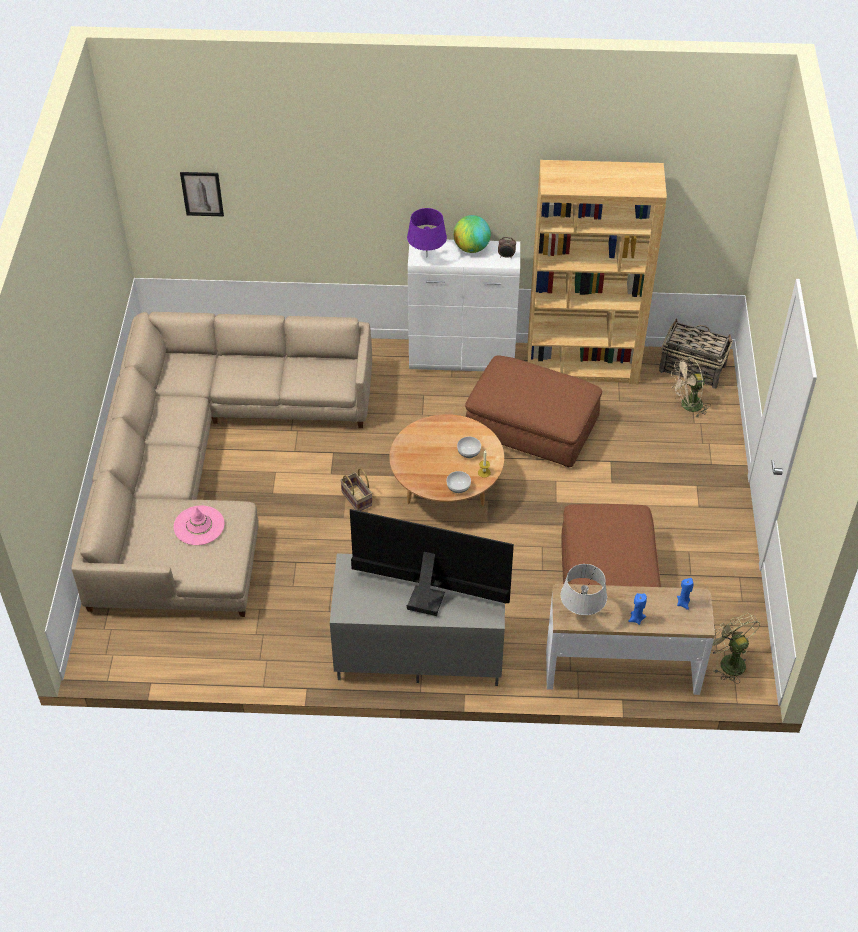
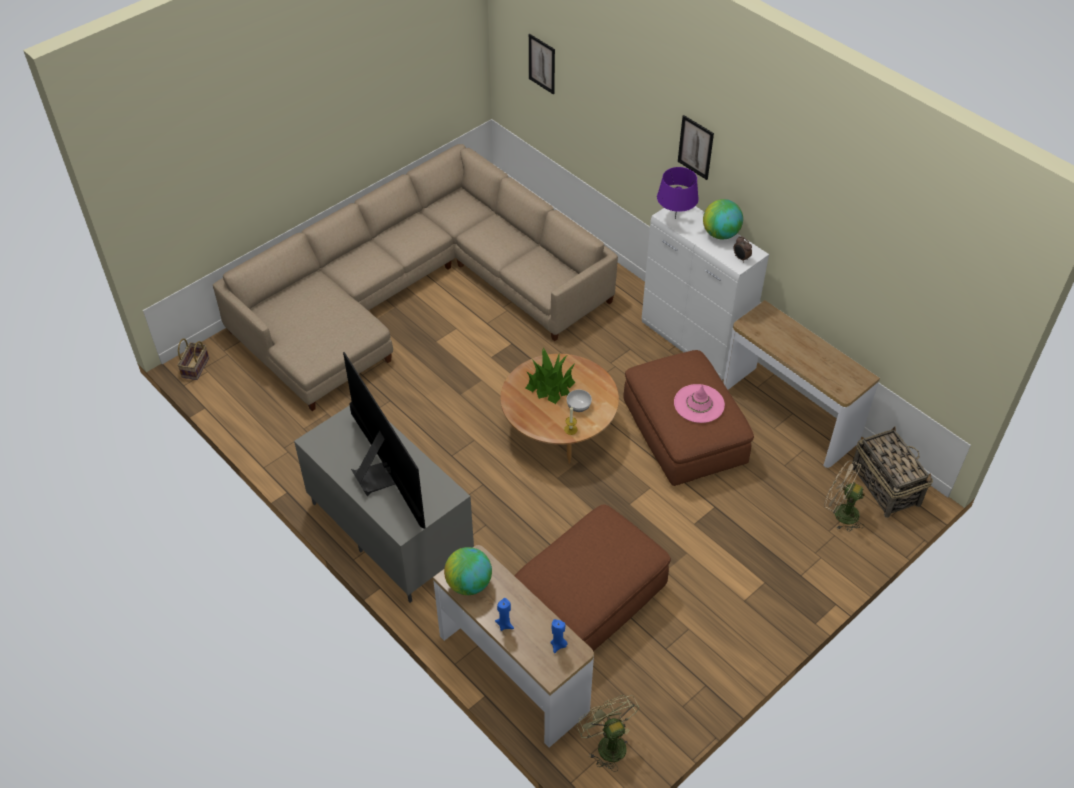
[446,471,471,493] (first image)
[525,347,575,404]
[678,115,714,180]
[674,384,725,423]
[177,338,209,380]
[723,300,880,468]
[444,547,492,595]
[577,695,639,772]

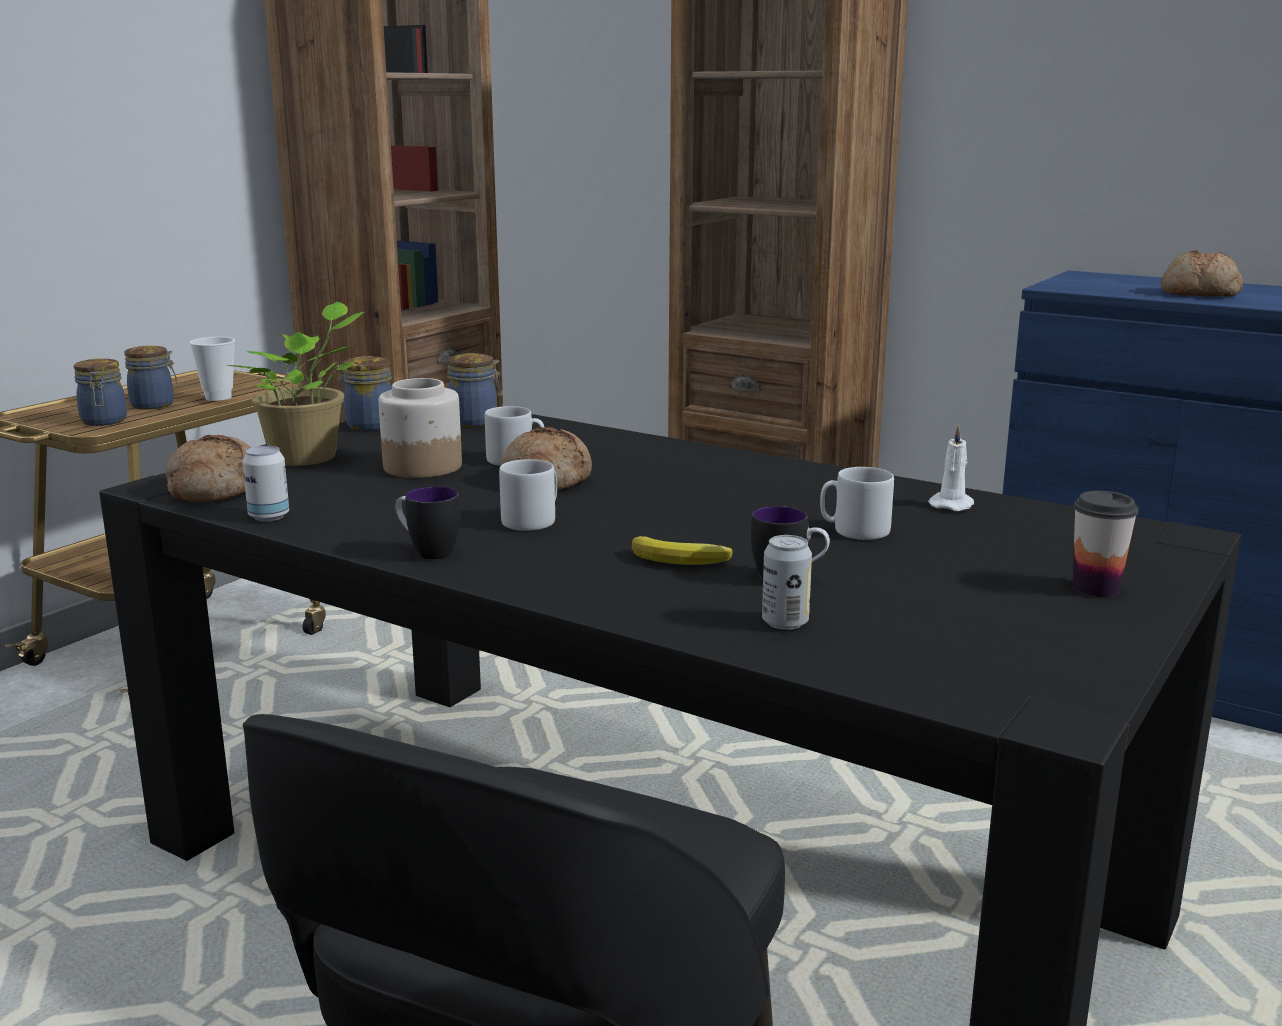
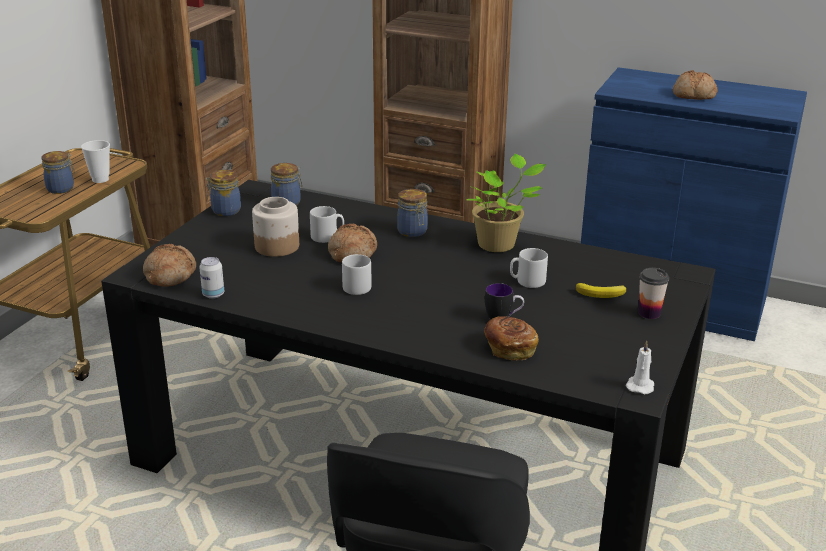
[395,487,460,560] (first image)
[397,189,428,237]
[466,154,546,252]
[576,283,626,298]
[626,341,654,394]
[484,316,539,360]

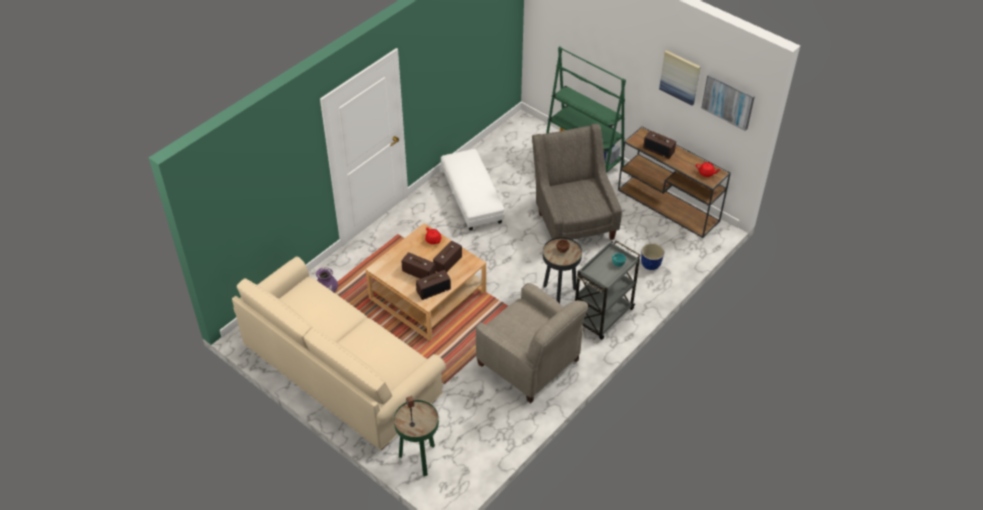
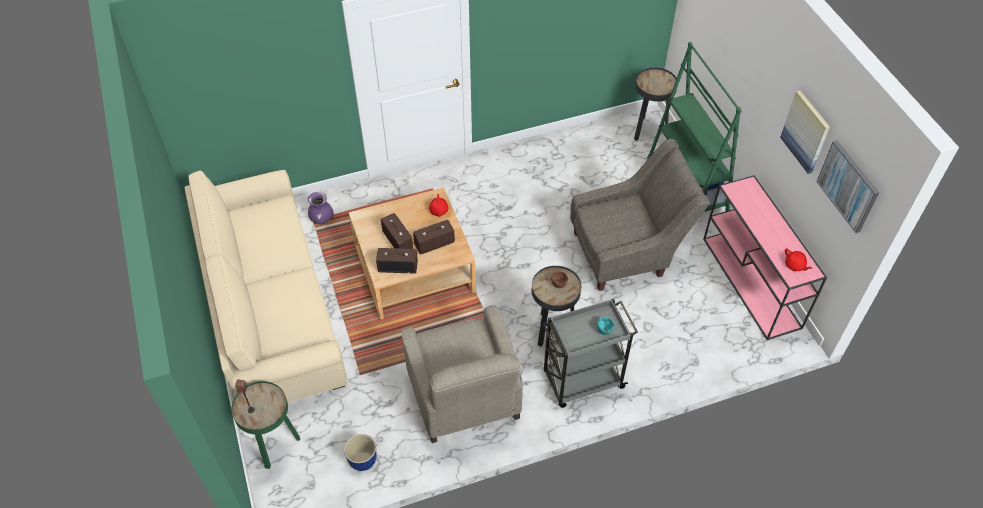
[441,149,505,230] (first image)
[643,131,676,159] (first image)
[634,68,677,141]
[344,434,377,471]
[703,175,827,340]
[570,139,710,291]

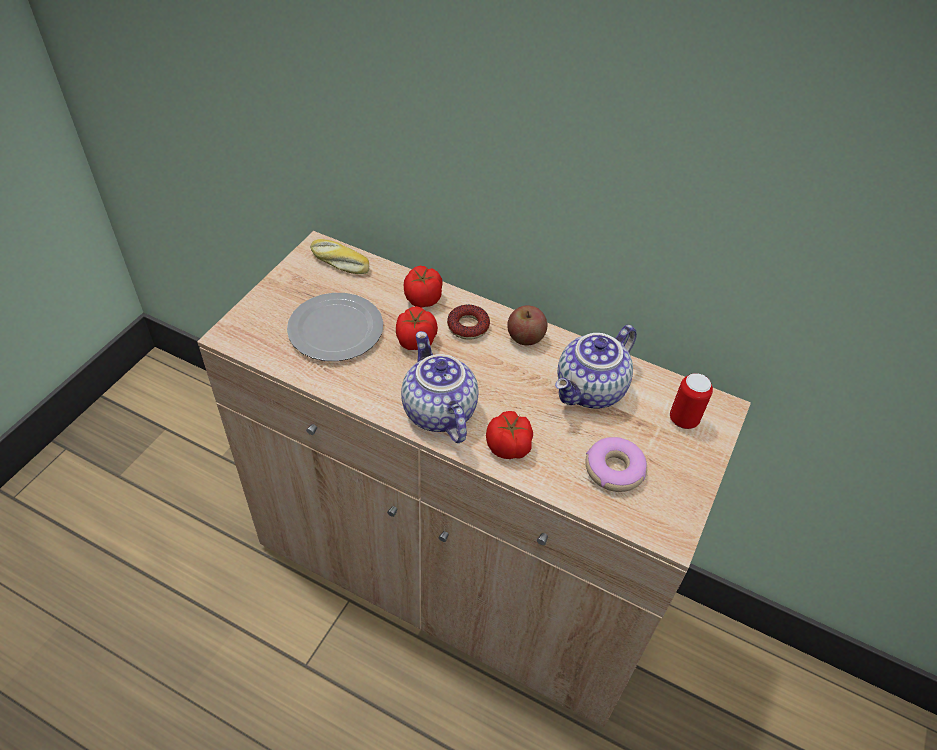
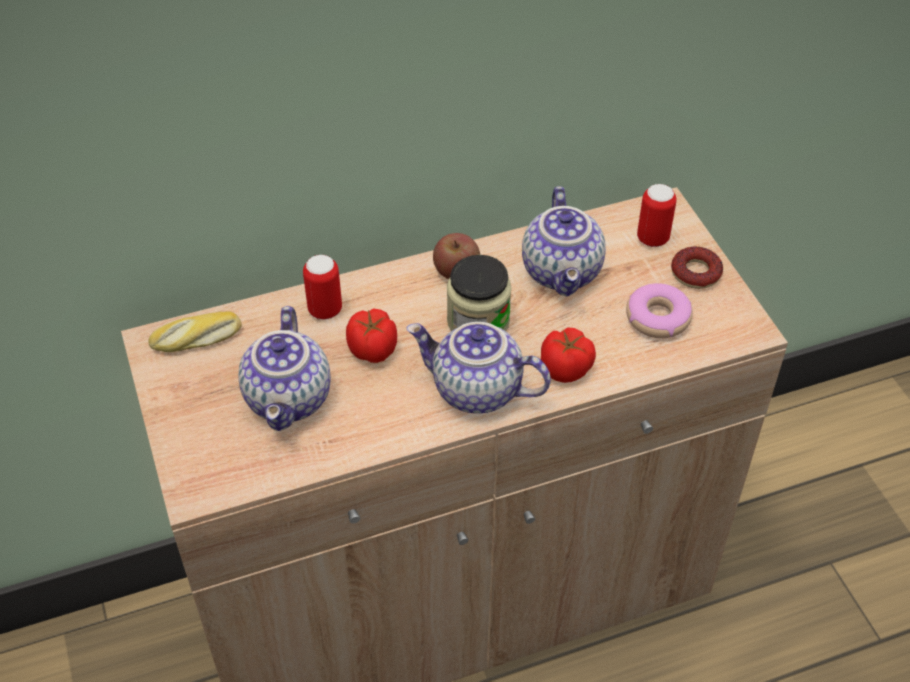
[447,255,512,331]
[671,246,723,289]
[238,306,331,431]
[303,255,342,320]

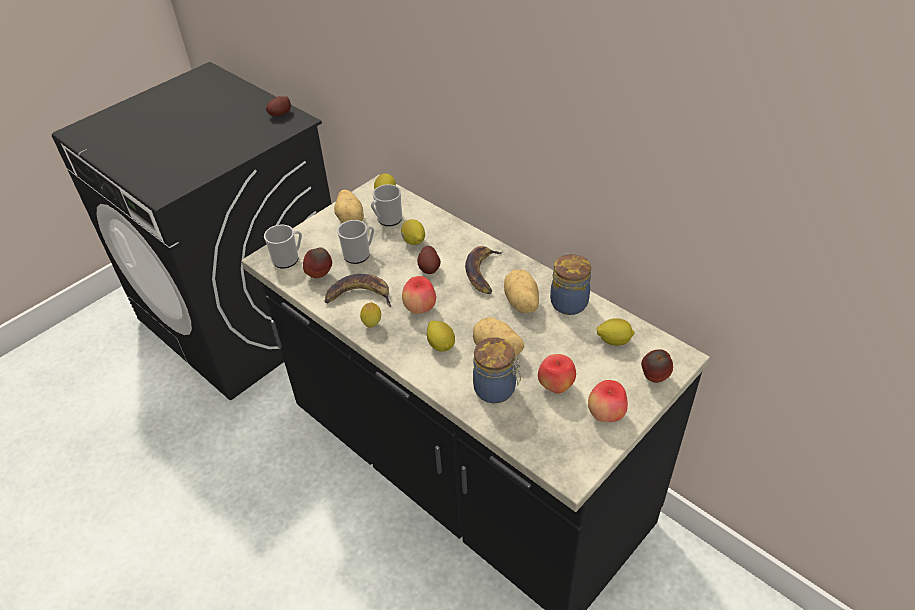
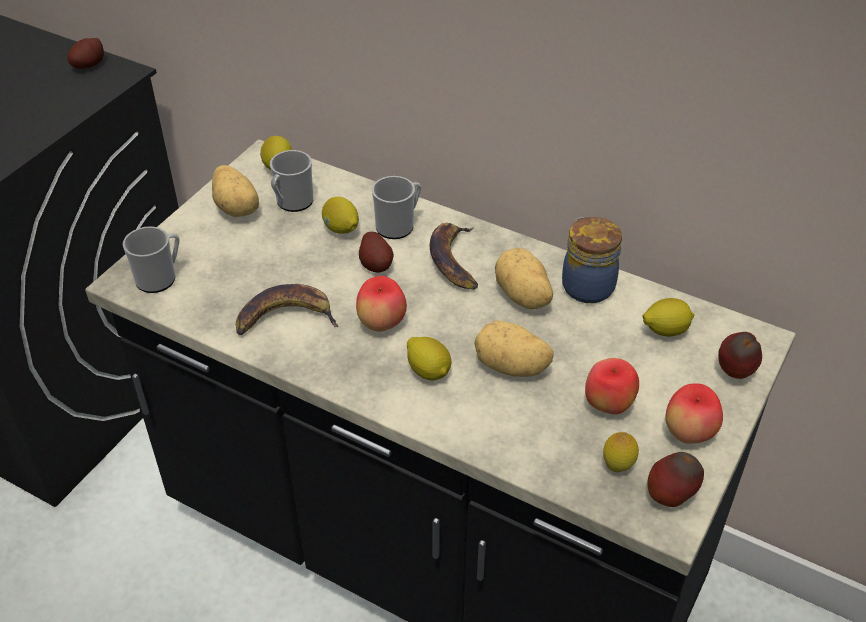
[473,337,521,403] (first image)
[648,452,704,507]
[372,176,422,239]
[603,432,639,472]

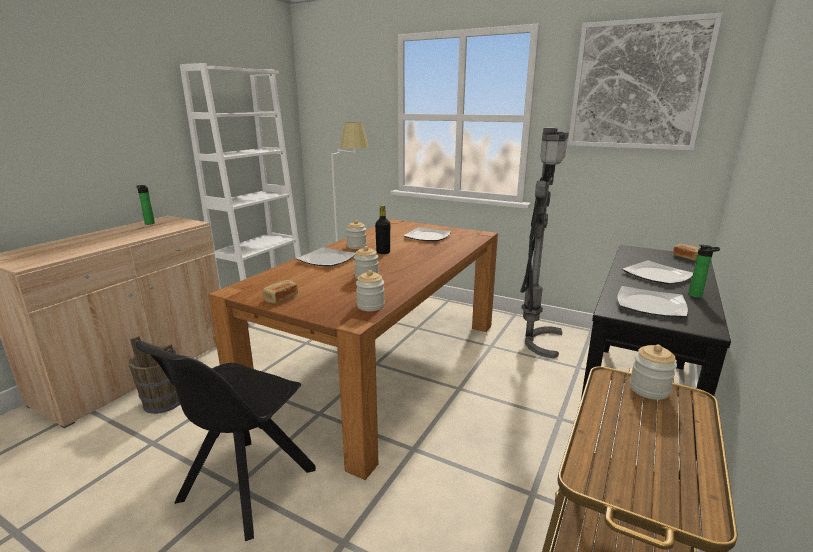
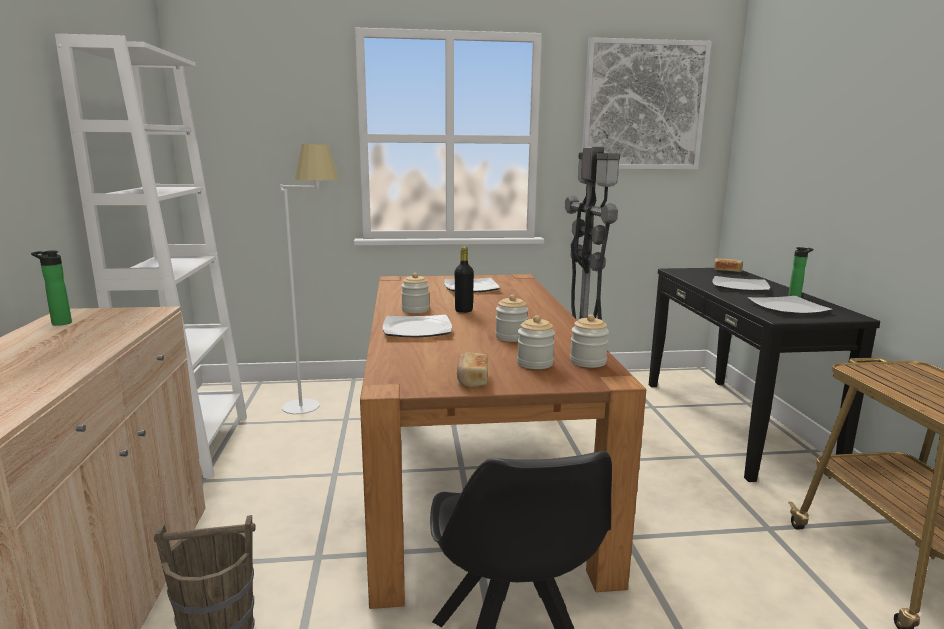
[517,315,555,369]

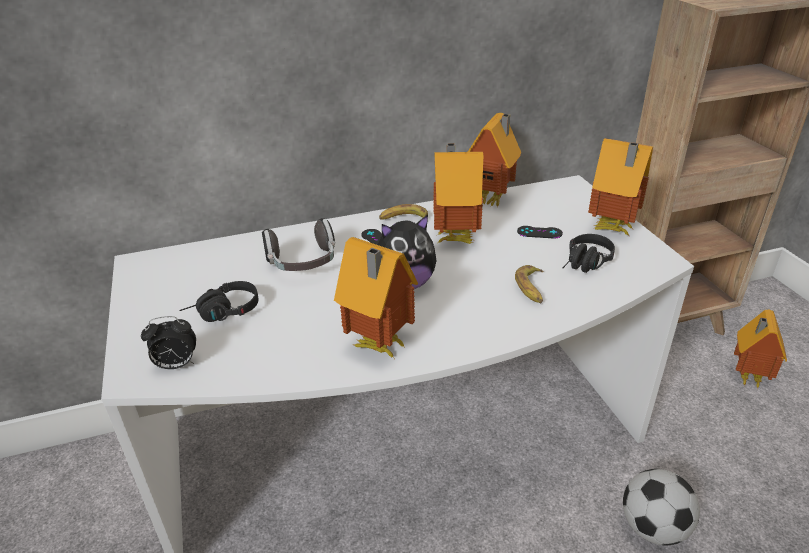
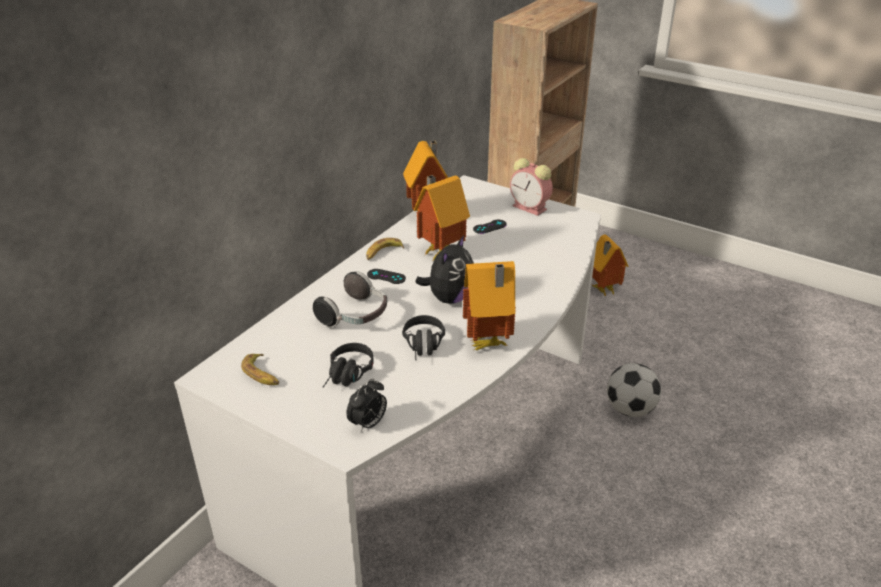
[241,354,279,385]
[402,315,445,360]
[510,158,553,216]

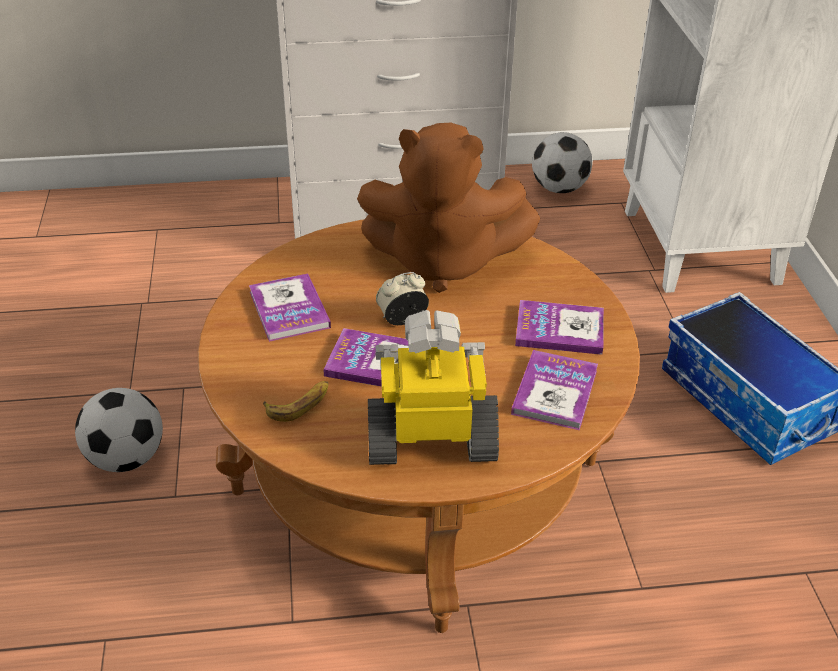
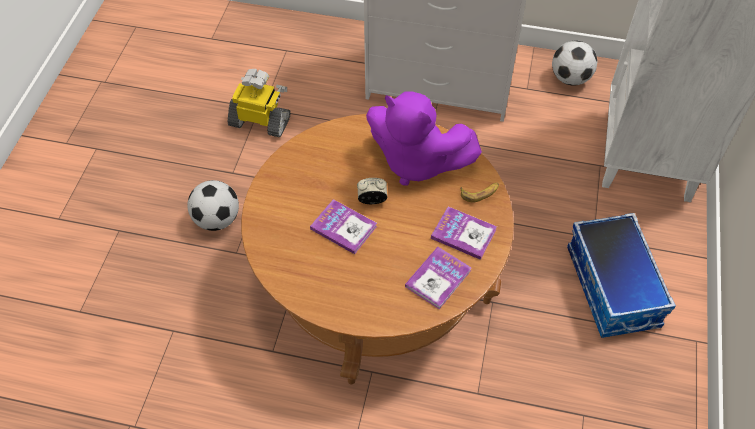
[249,274,331,342] (first image)
[460,183,499,203]
[227,69,291,137]
[366,91,482,186]

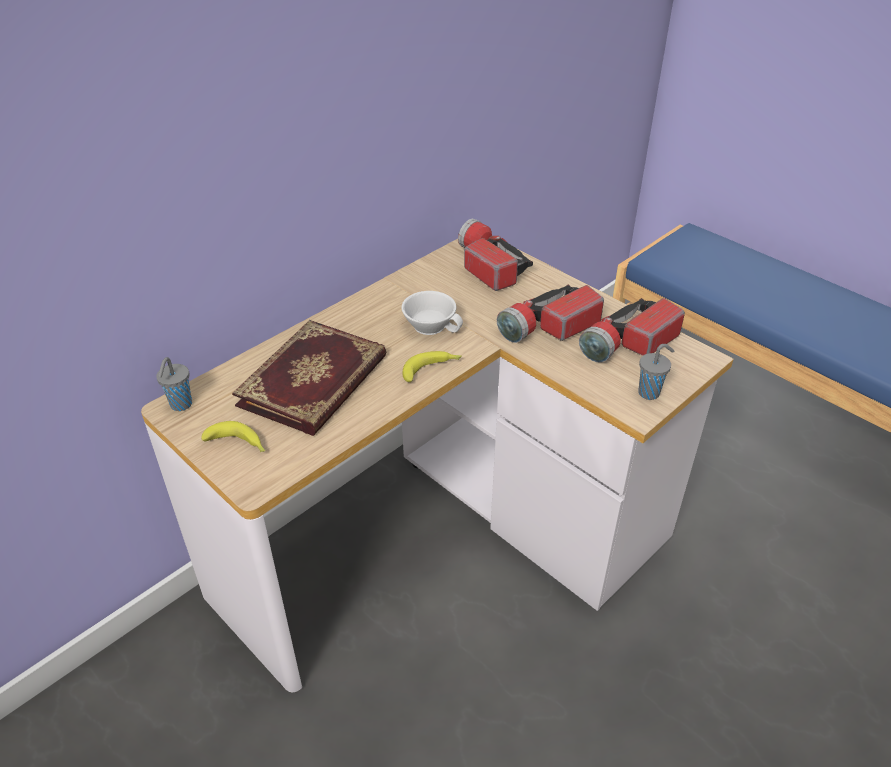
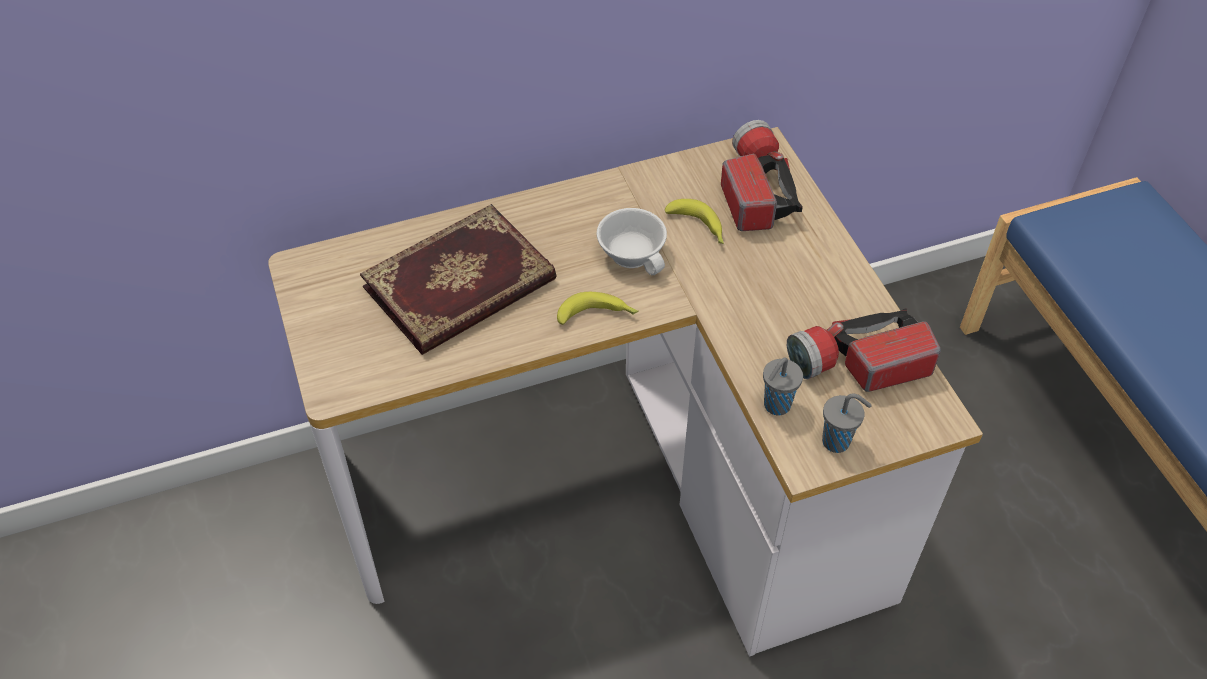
[497,284,604,343] (first image)
[763,357,803,415]
[665,199,724,244]

